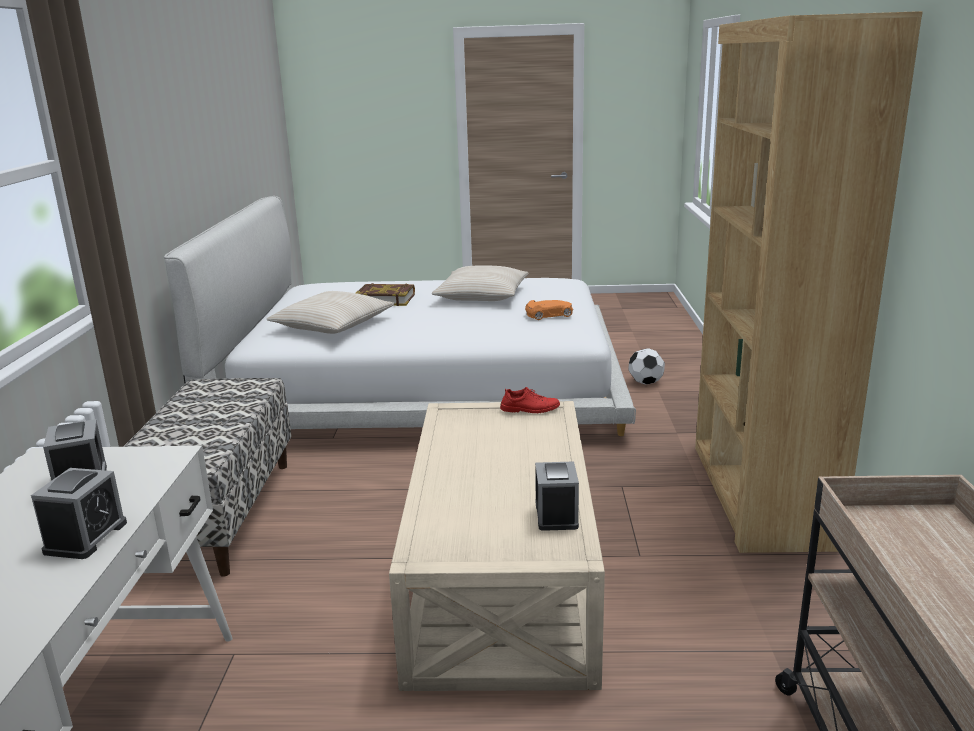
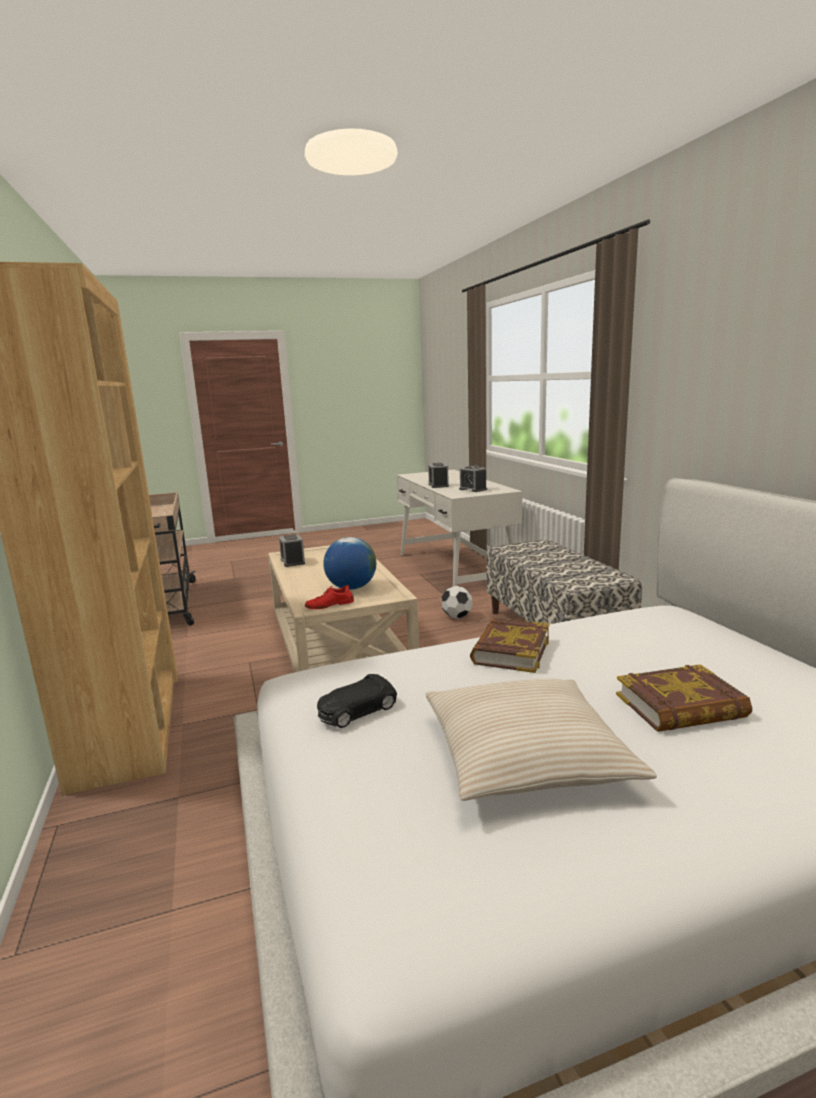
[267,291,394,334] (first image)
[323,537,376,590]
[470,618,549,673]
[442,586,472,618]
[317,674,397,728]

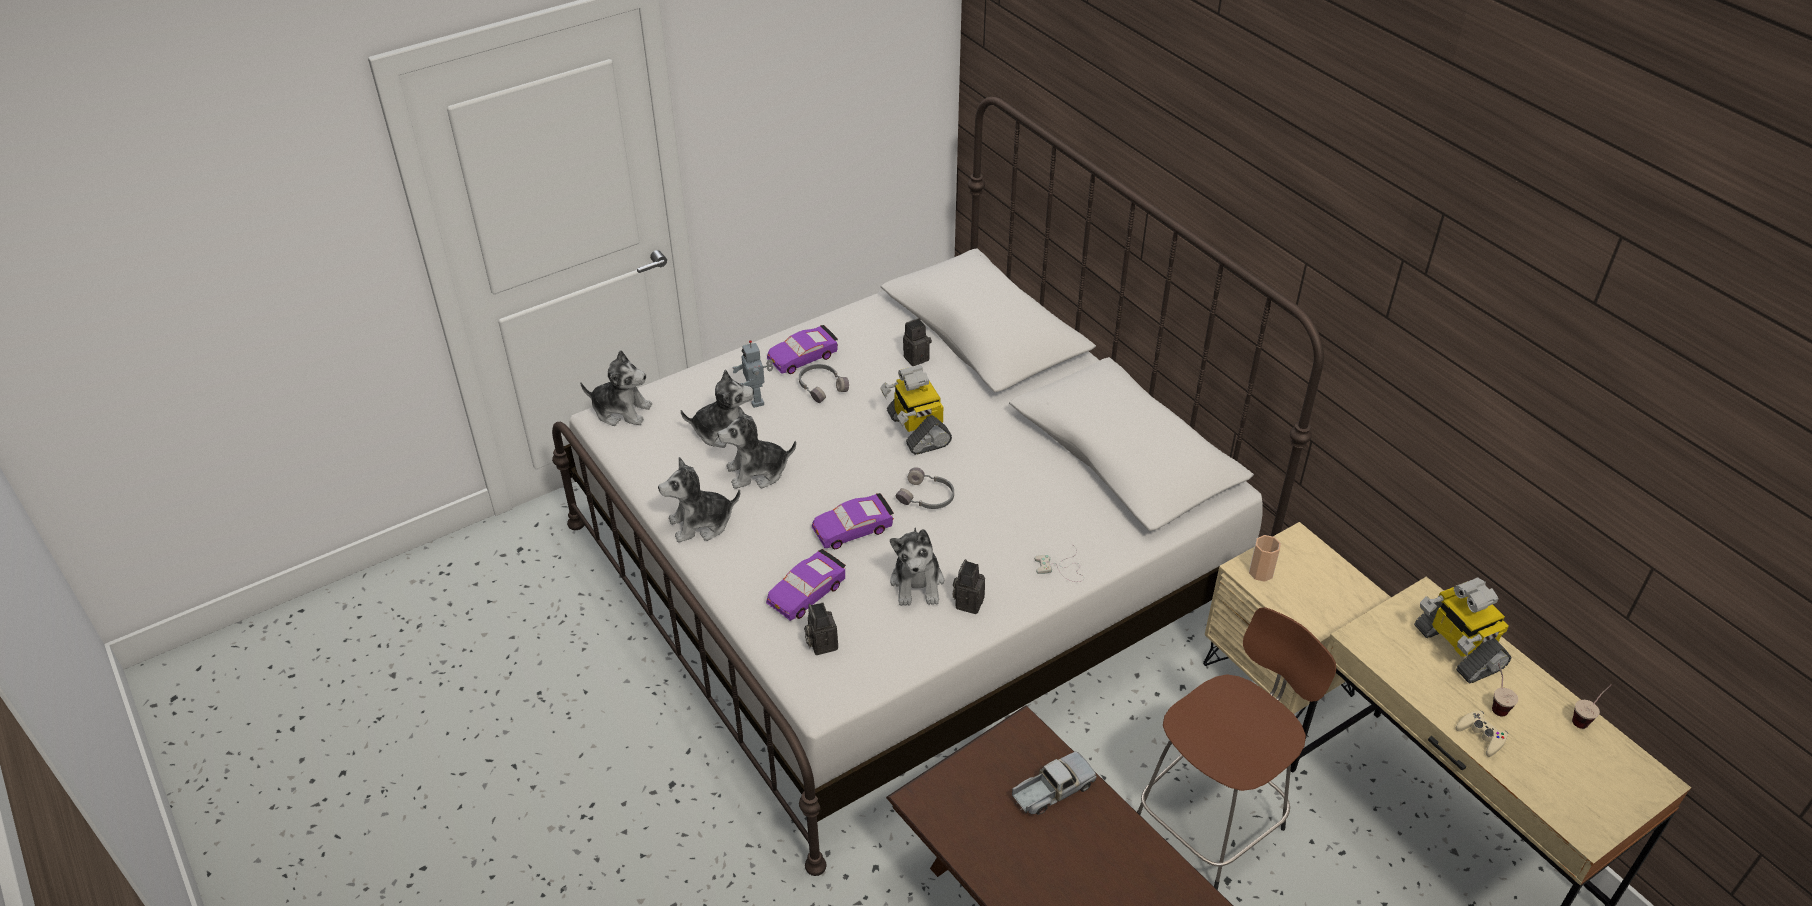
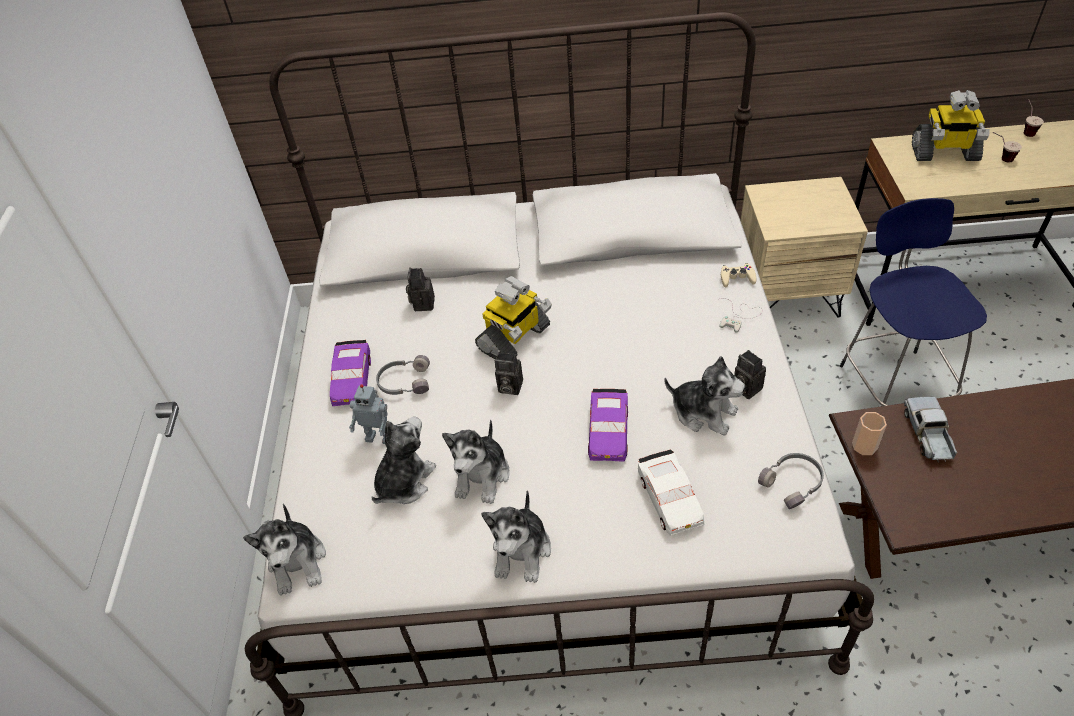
[495,352,523,395]
[758,453,824,509]
[852,412,887,455]
[721,263,756,287]
[638,449,704,536]
[840,198,987,406]
[243,504,326,596]
[475,276,552,359]

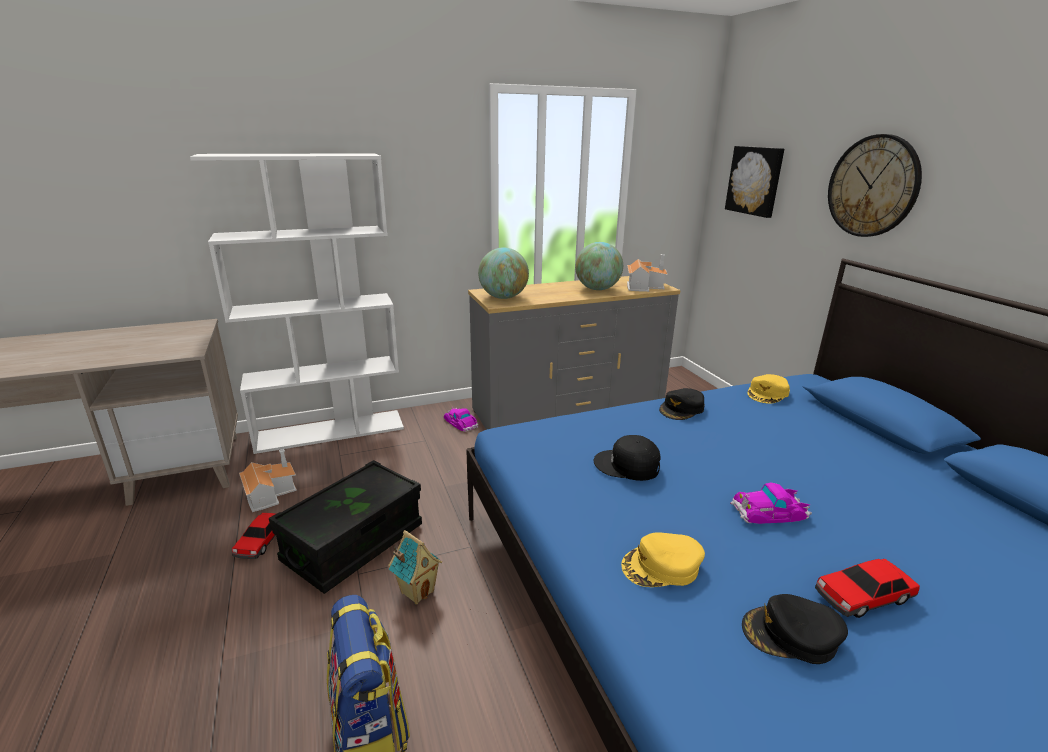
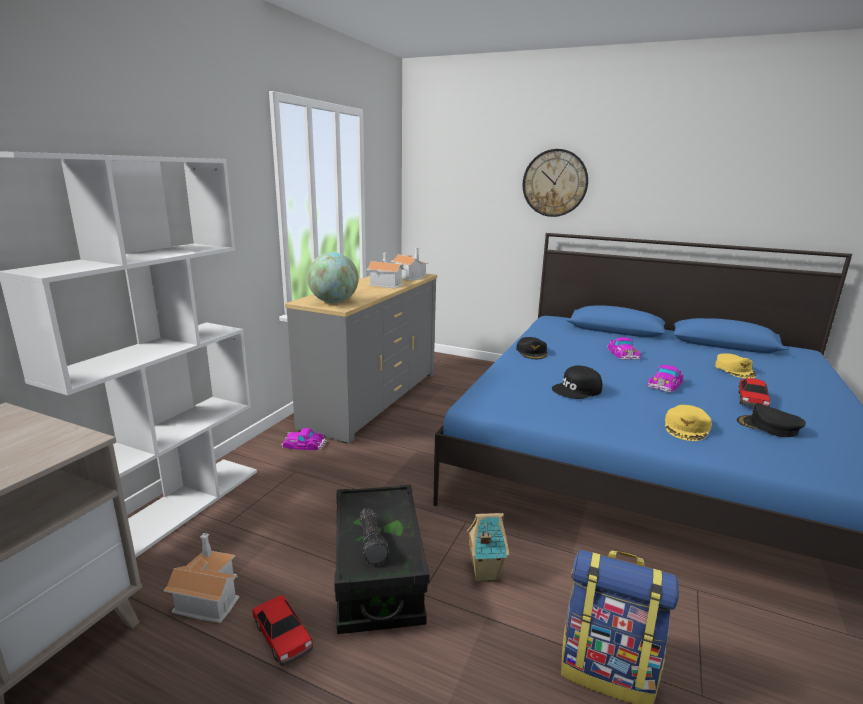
[725,146,784,218] (first image)
[360,508,389,565]
[608,337,641,360]
[715,353,757,379]
[366,253,404,288]
[737,403,806,437]

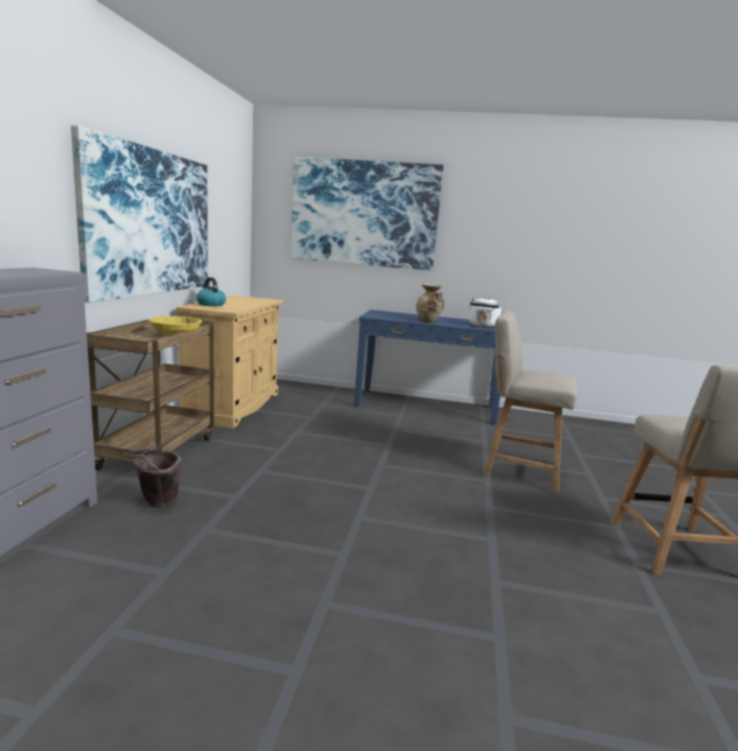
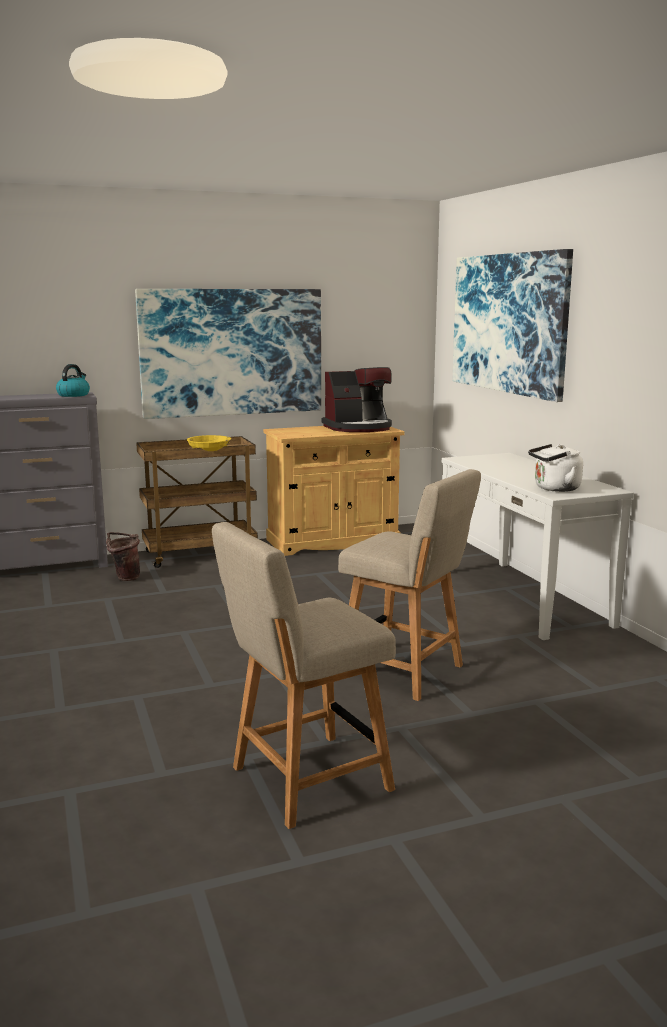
[416,284,444,323] (first image)
[322,367,392,432]
[56,364,90,397]
[442,453,634,640]
[338,469,481,701]

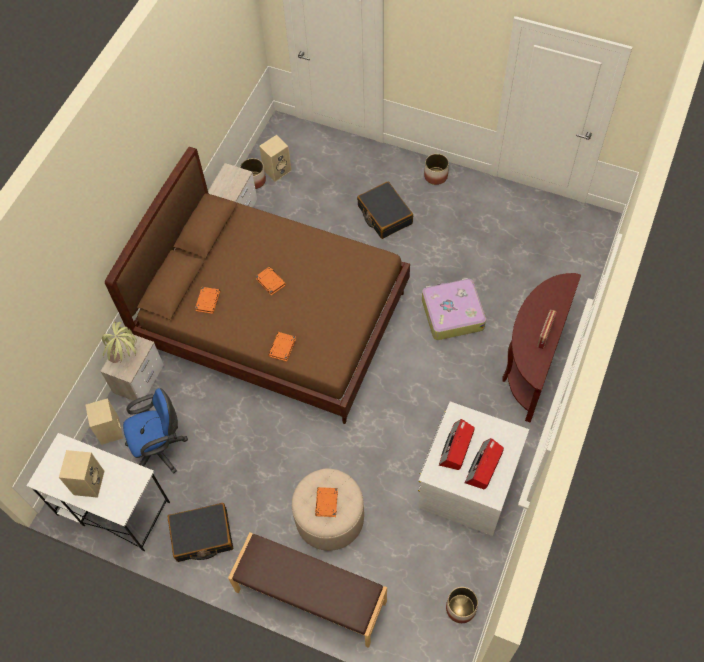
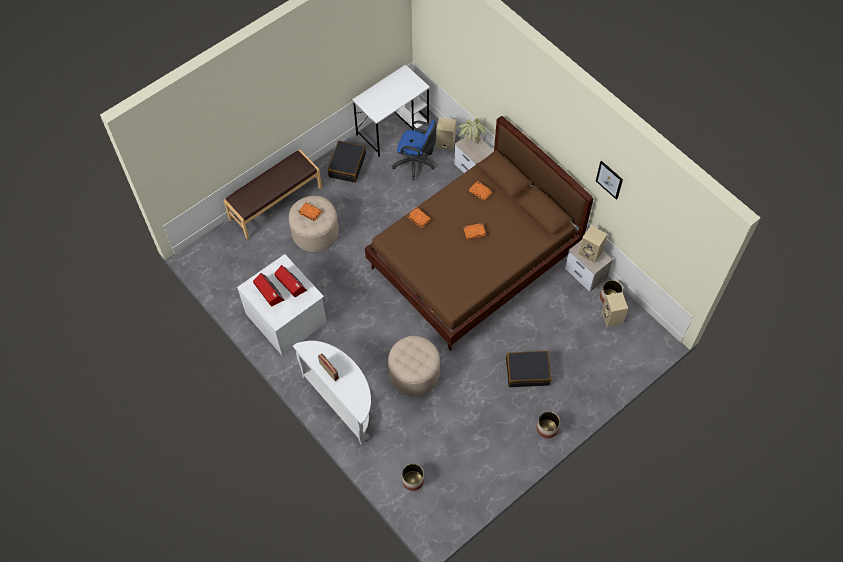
[596,161,623,200]
[578,226,608,264]
[402,464,424,491]
[388,336,440,396]
[293,341,371,445]
[392,120,436,180]

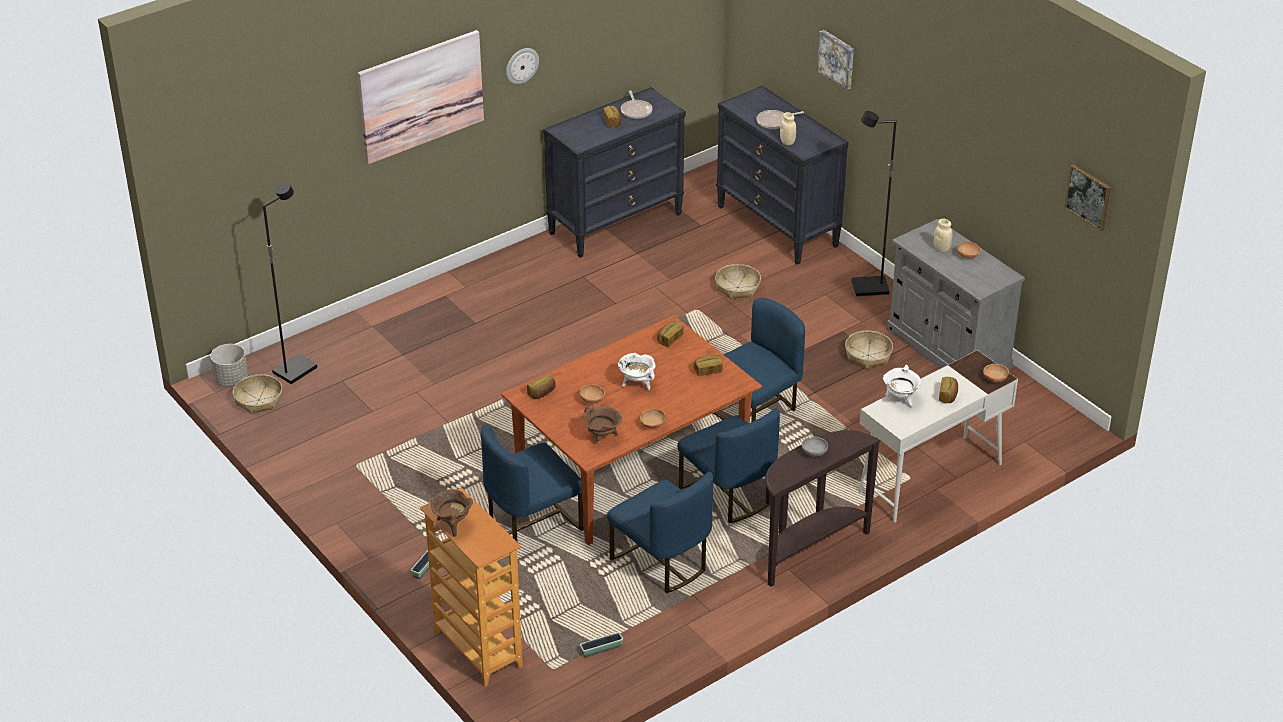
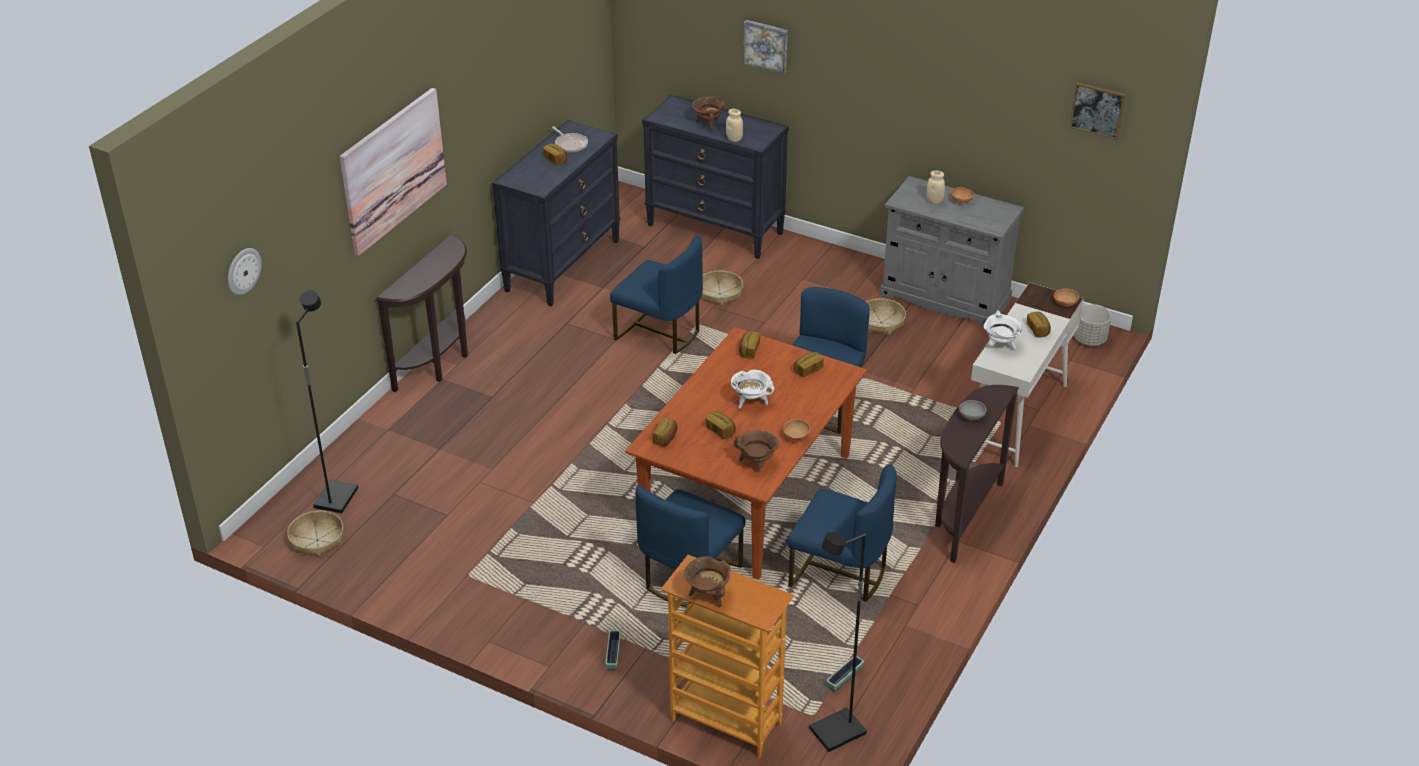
[376,235,468,392]
[1074,304,1111,346]
[228,248,261,295]
[610,236,703,354]
[809,532,867,752]
[705,411,736,439]
[692,96,725,131]

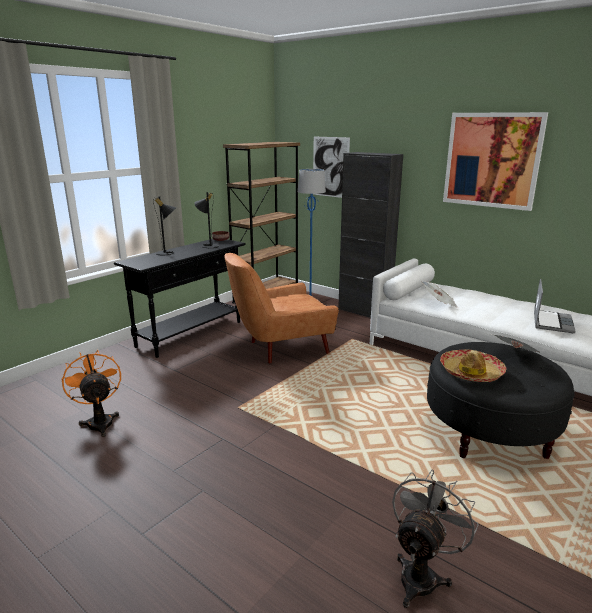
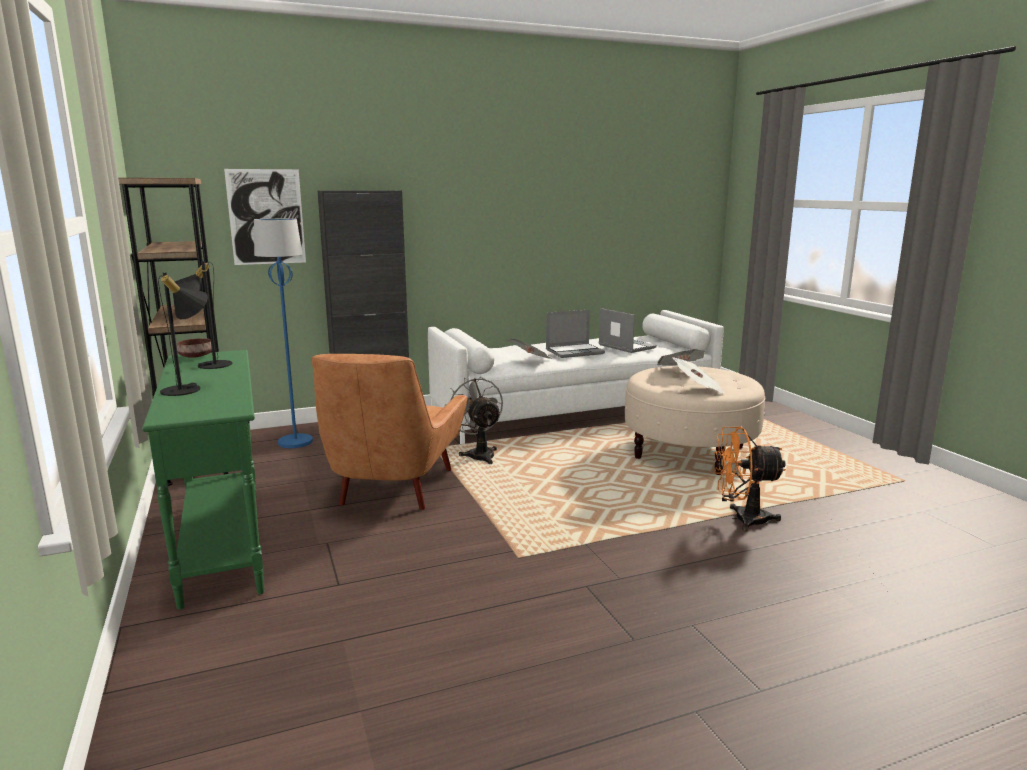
[443,112,548,211] (first image)
[546,309,605,358]
[714,426,786,531]
[445,377,503,464]
[672,357,725,394]
[142,350,264,610]
[625,366,765,475]

